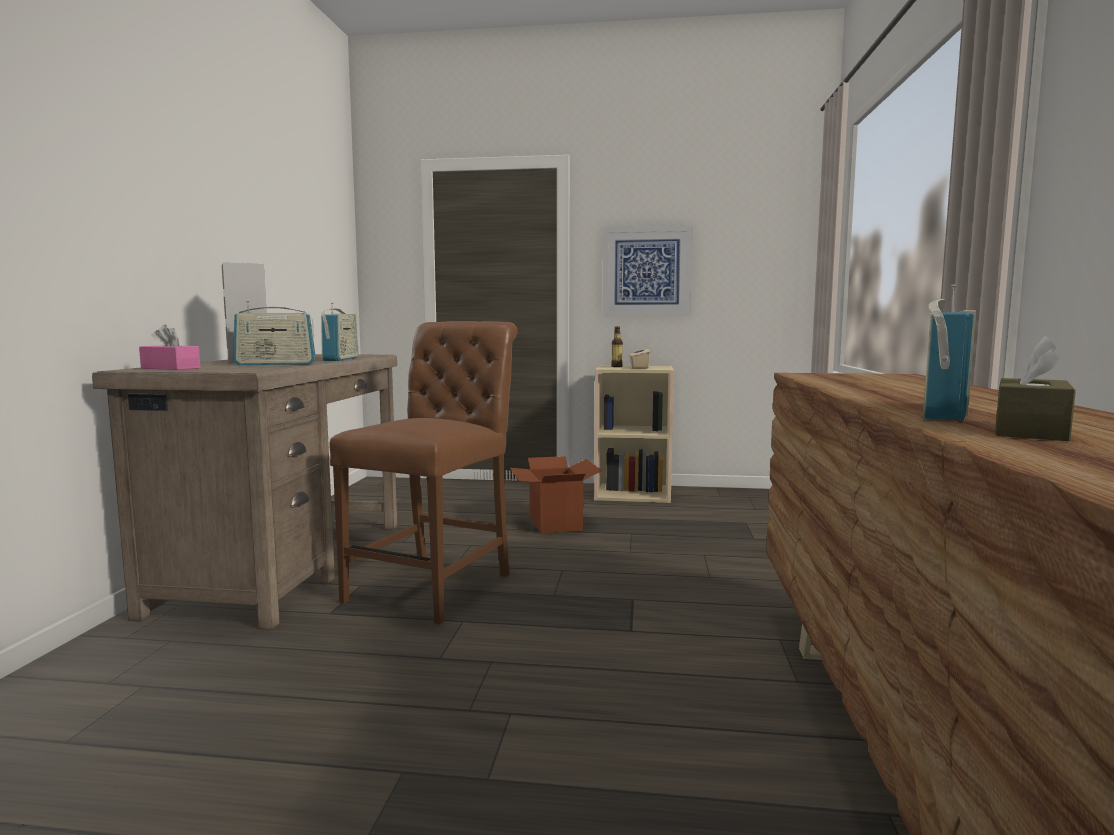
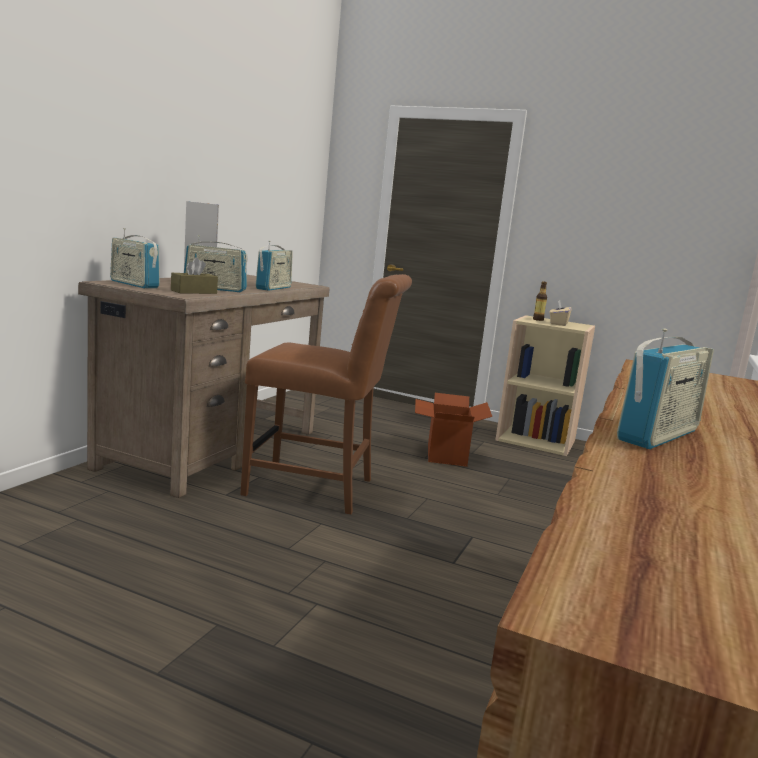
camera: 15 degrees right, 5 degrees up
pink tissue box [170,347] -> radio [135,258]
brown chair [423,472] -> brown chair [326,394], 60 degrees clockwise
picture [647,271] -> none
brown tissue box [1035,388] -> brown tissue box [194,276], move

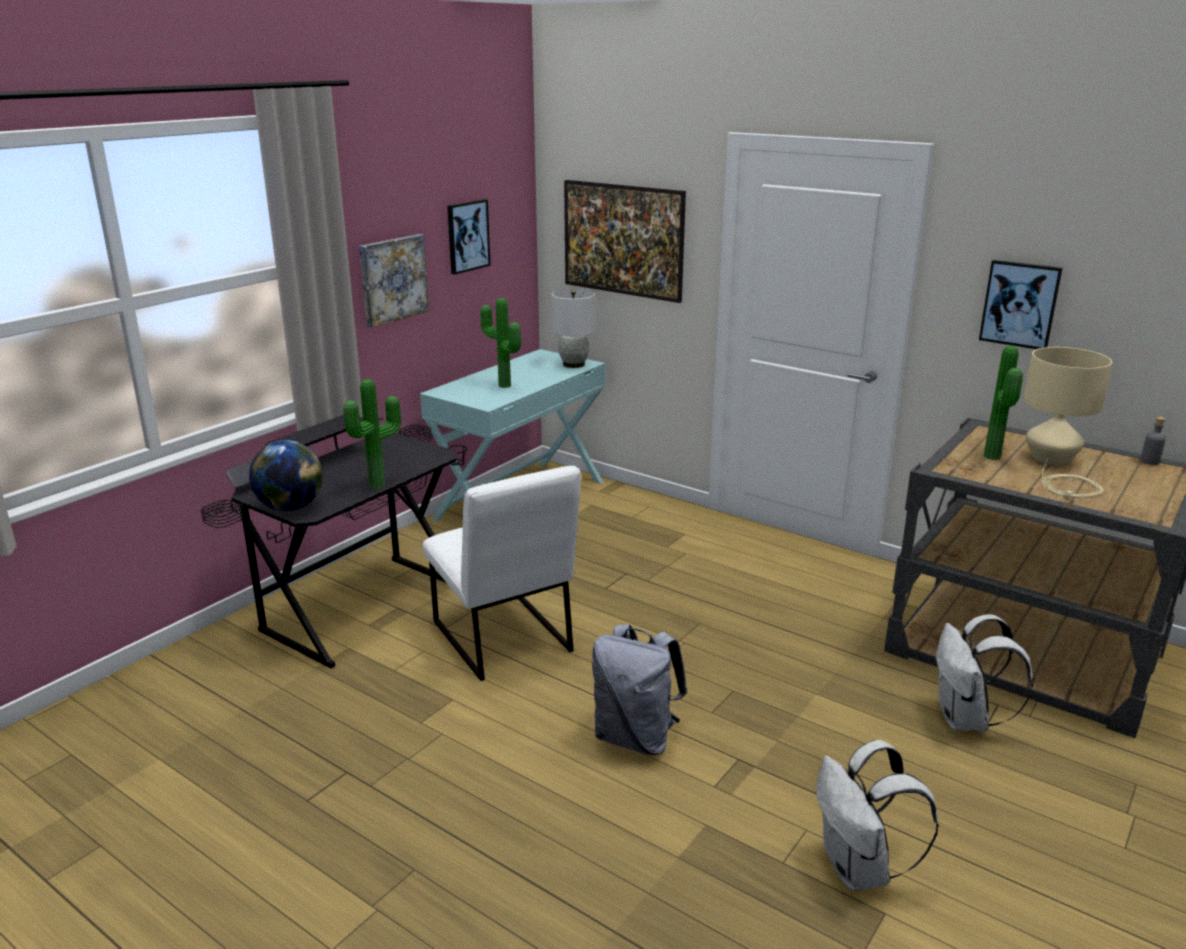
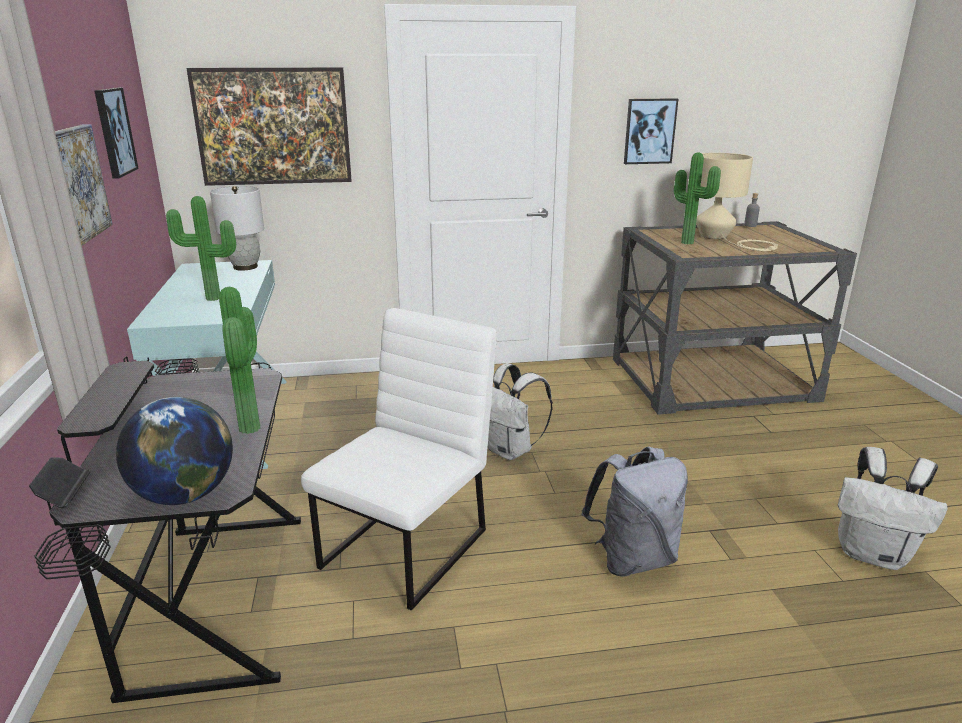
camera: 45 degrees left, 0 degrees up
white chair [502,573] -> white chair [399,459], 75 degrees counterclockwise
white backpack [984,672] -> white backpack [520,411], move

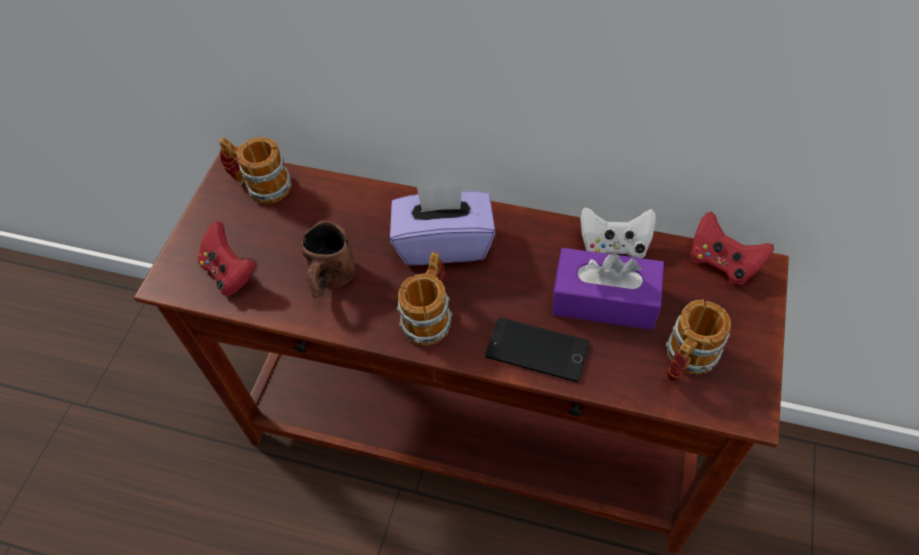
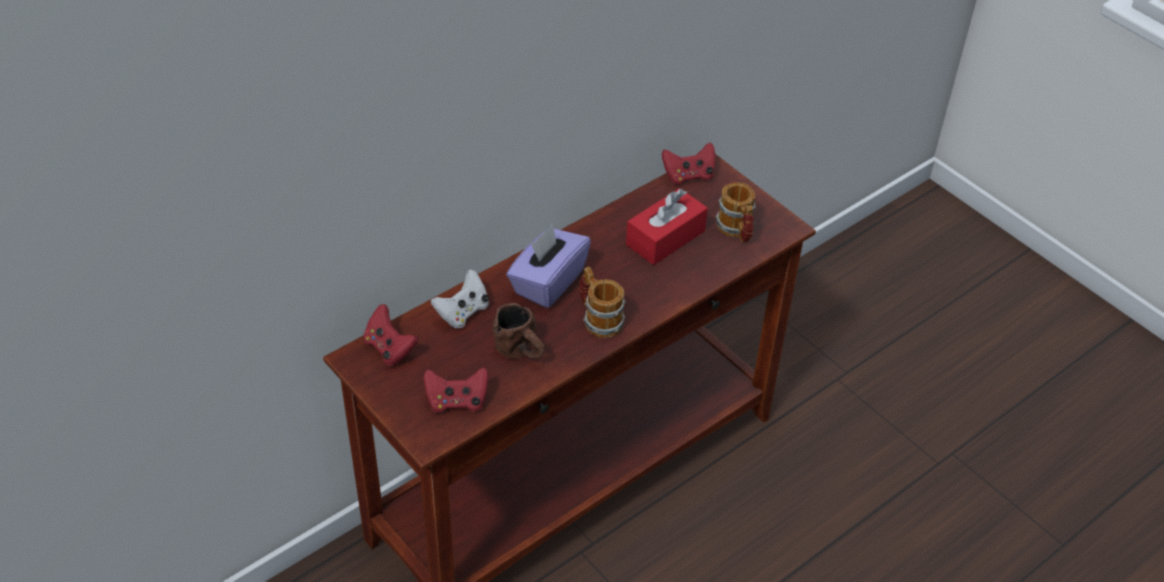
camera: 60 degrees left, 10 degrees down
mug [255,170] -> red game controller [391,335]
phone [537,350] -> none
purple tissue box [608,289] -> red tissue box [667,226]
white game controller [618,232] -> white game controller [460,299], move

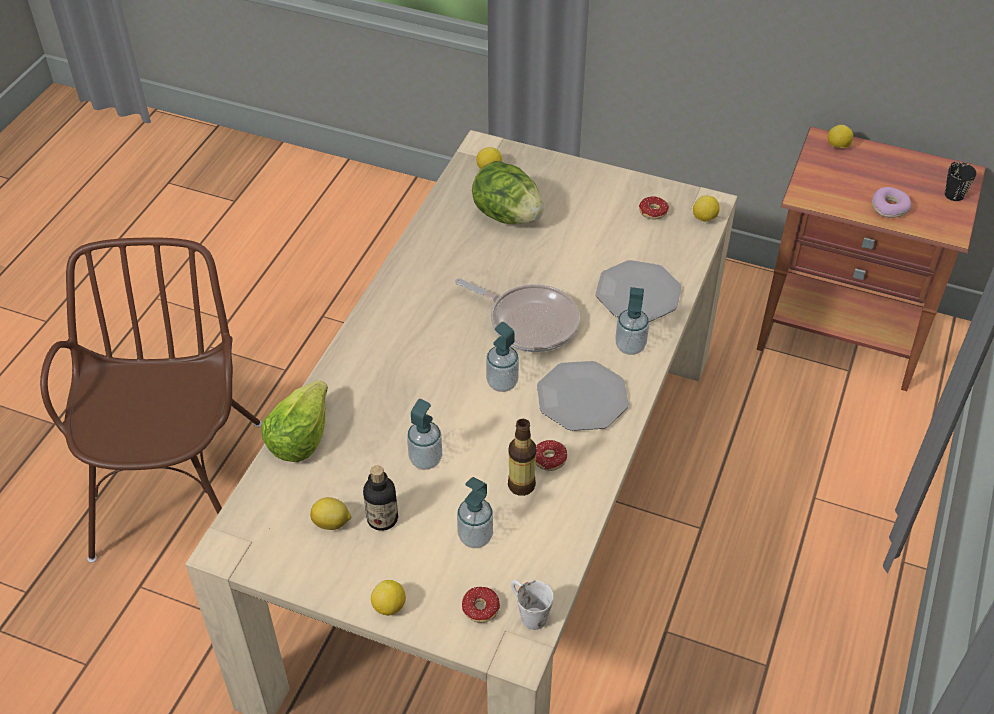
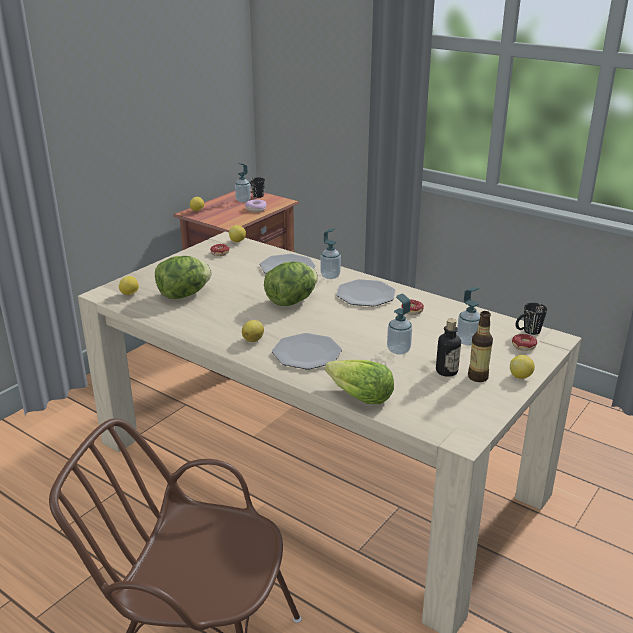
camera: 75 degrees left, 20 degrees down
lemon [330,513] -> lemon [253,331], move
frying pan [517,315] -> lettuce [291,283]
soap dispenser [502,357] -> soap dispenser [243,182], move
bottle [522,457] -> bottle [480,346], move
white mug [532,605] -> black mug [531,319]
none -> plate [307,351]

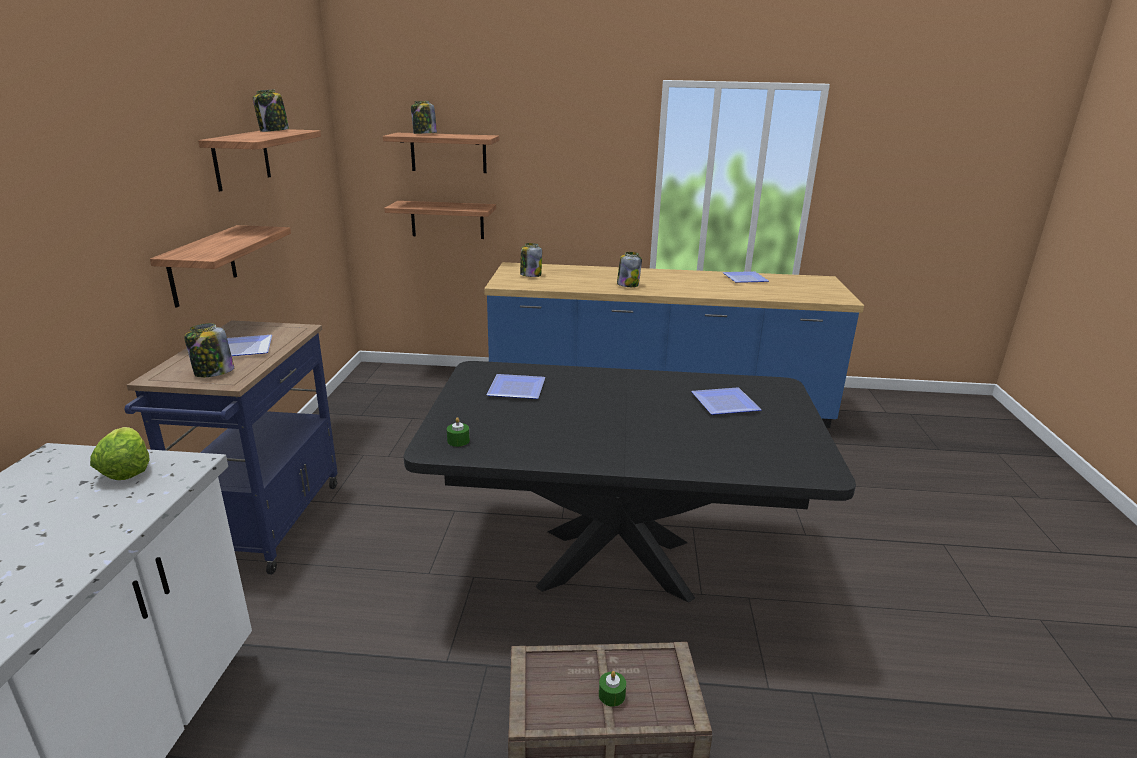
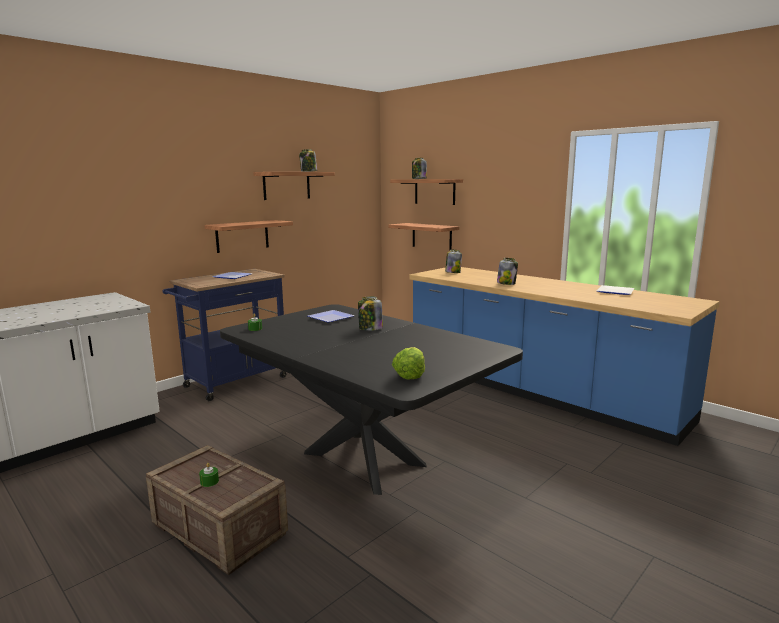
camera: 40 degrees right, 10 degrees down
lettuce [119,453] -> lettuce [408,363], move
jar [209,350] -> jar [370,313], move
plate [726,401] -> none

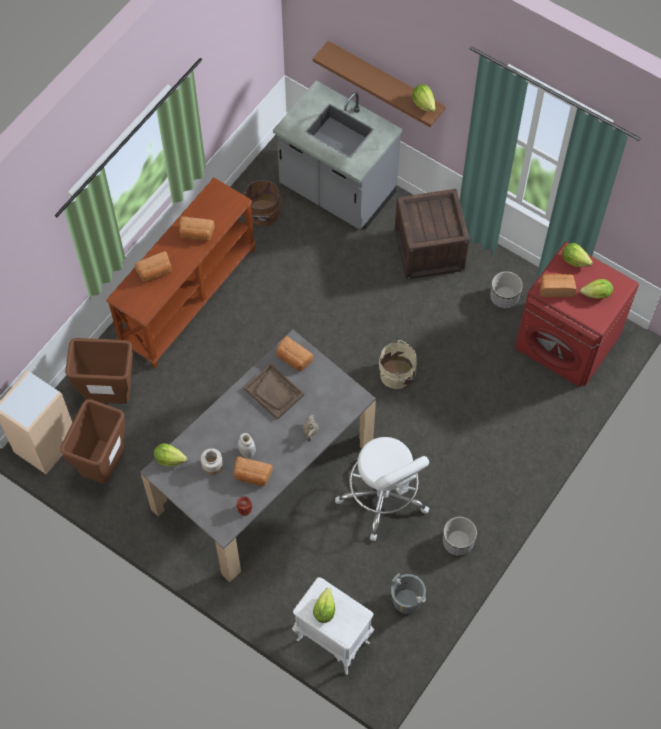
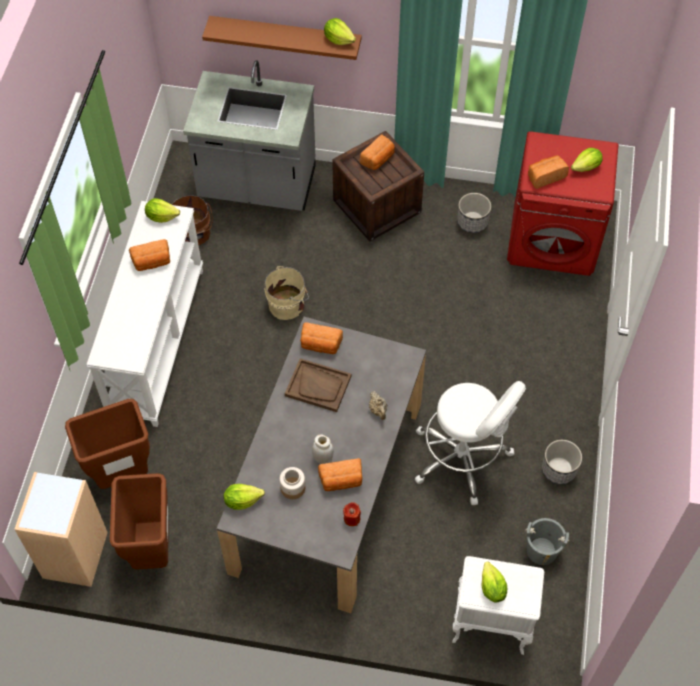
camera: 25 degrees left, 5 degrees down
brown console table [181,273] -> white console table [144,314]
bread [153,266] -> bread [377,152], move
beige bucket [398,364] -> beige bucket [286,293], move
lettuce [577,255] -> lettuce [162,210], move

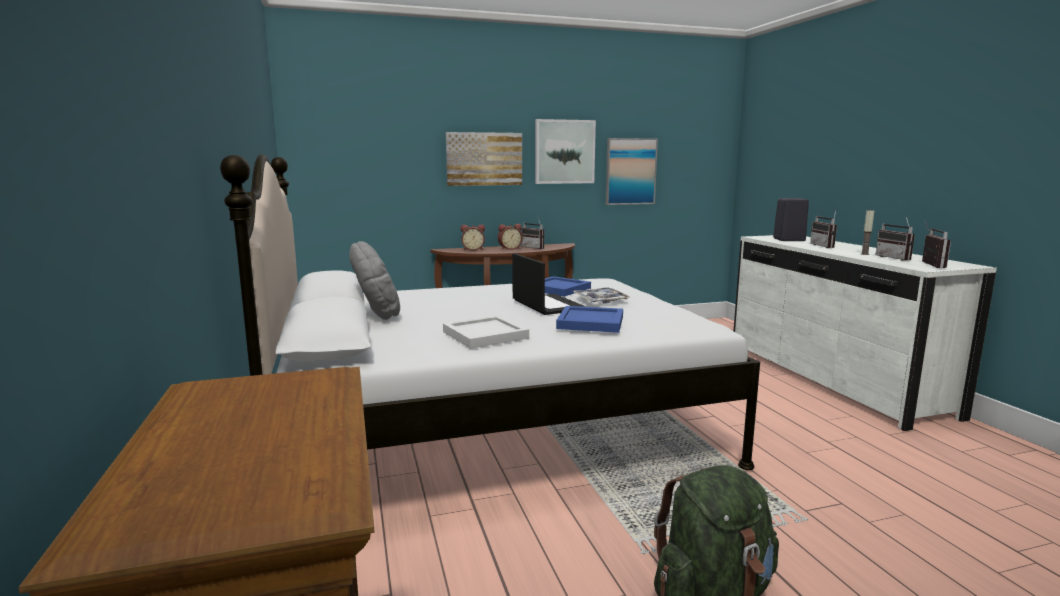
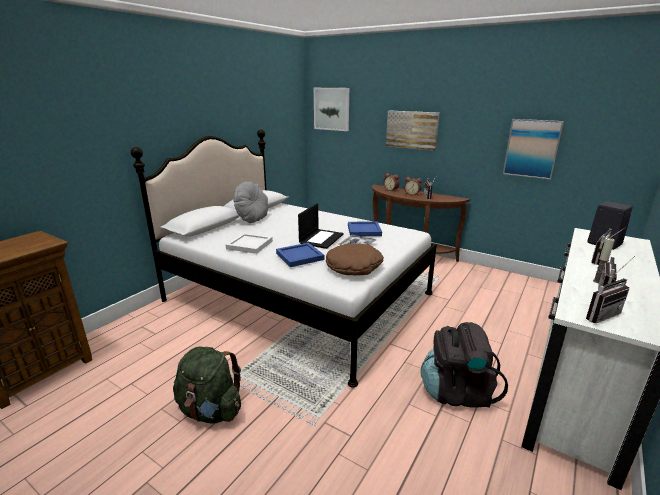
camera: 50 degrees right, 10 degrees up
picture [565,151] -> picture [331,109], move
none -> brown pillow [355,259]
none -> black backpack [464,365]

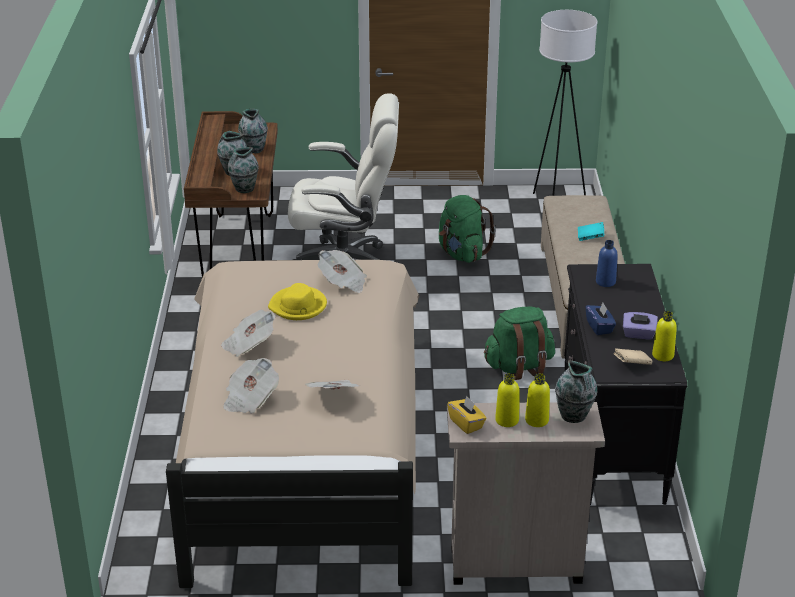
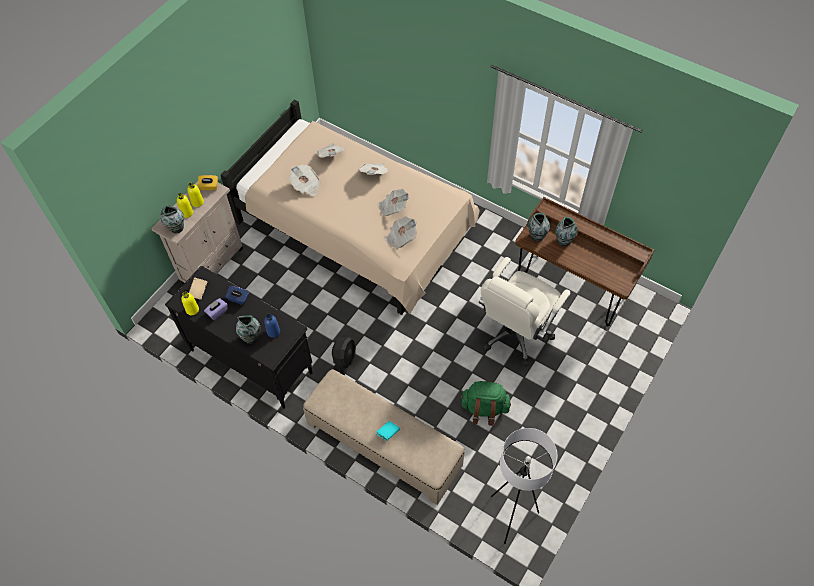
camera: 125 degrees right, 25 degrees up
vase [253,131] -> vase [248,329], move
yellow hat [297,301] -> newspaper [393,203]
green backpack [519,343] -> black fan [344,356]

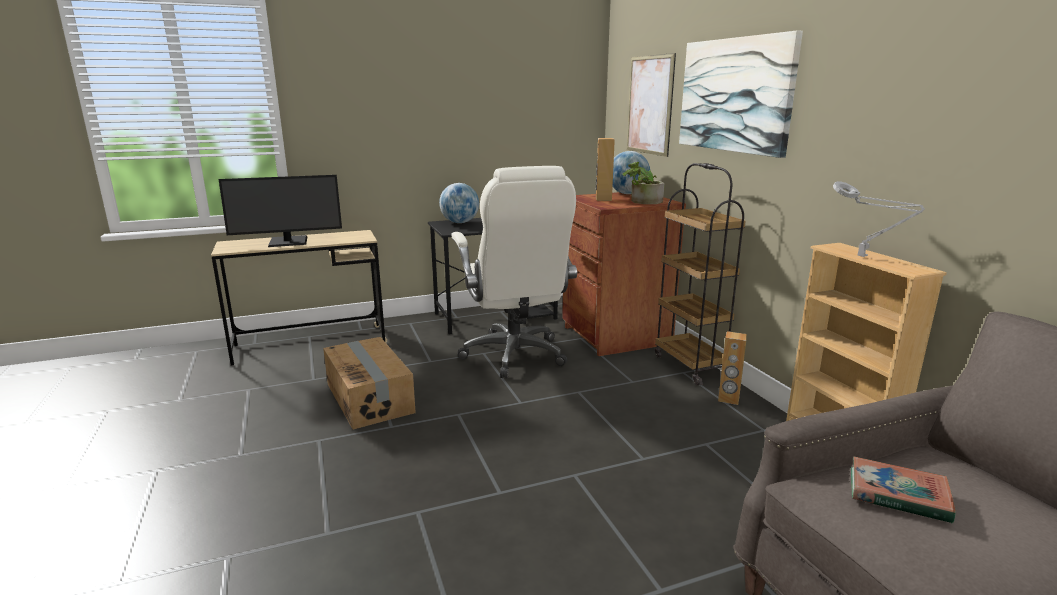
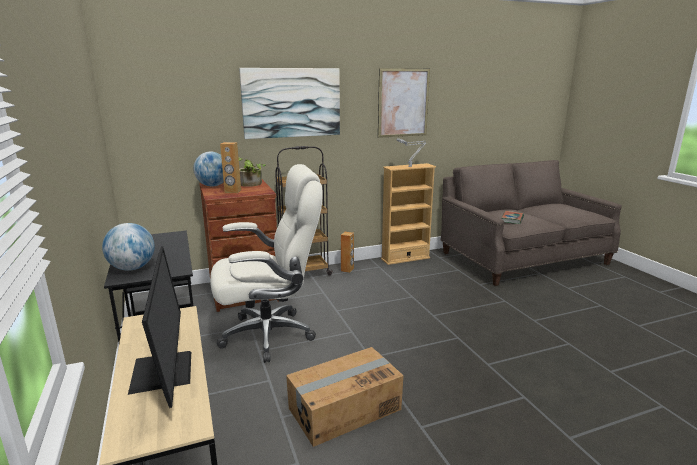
camera: 90 degrees left, 0 degrees up
picture [651,105] -> picture [404,103], move

